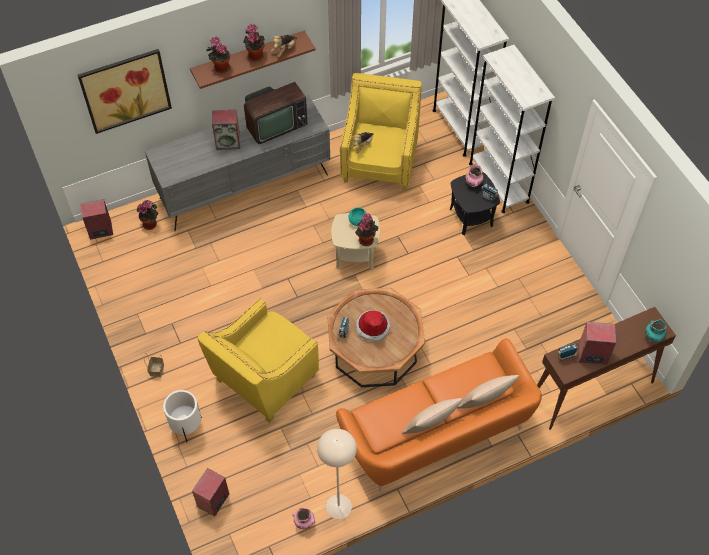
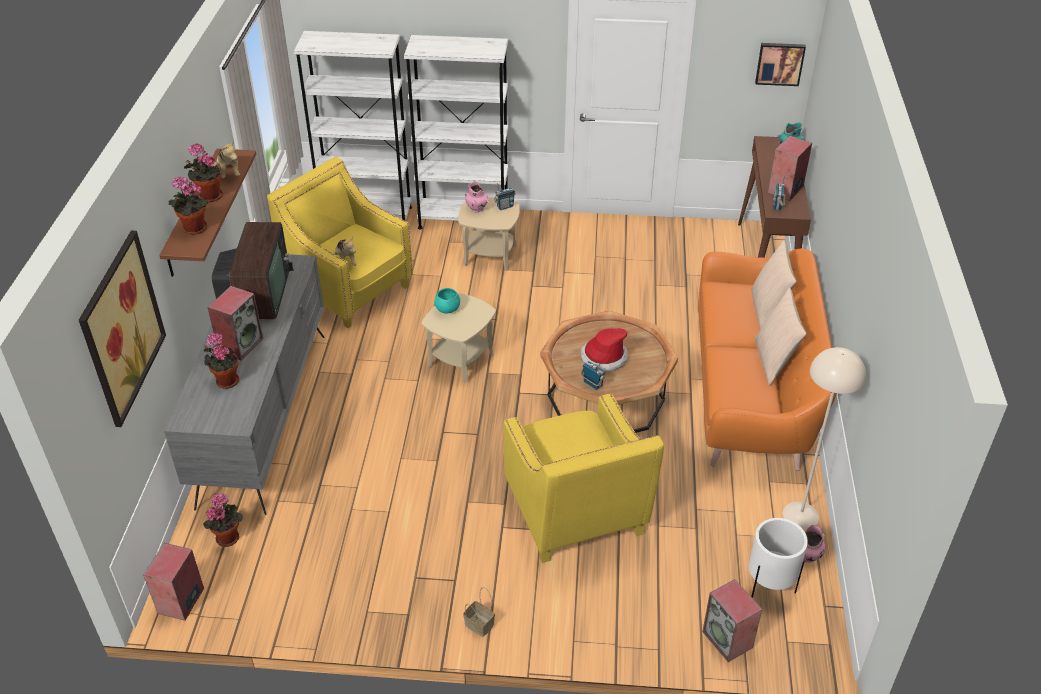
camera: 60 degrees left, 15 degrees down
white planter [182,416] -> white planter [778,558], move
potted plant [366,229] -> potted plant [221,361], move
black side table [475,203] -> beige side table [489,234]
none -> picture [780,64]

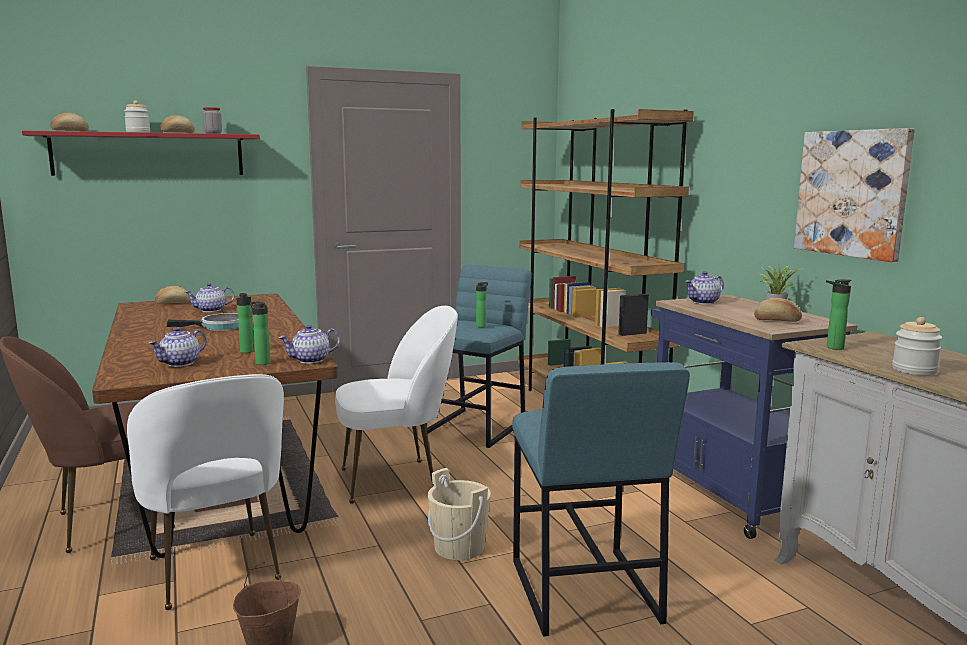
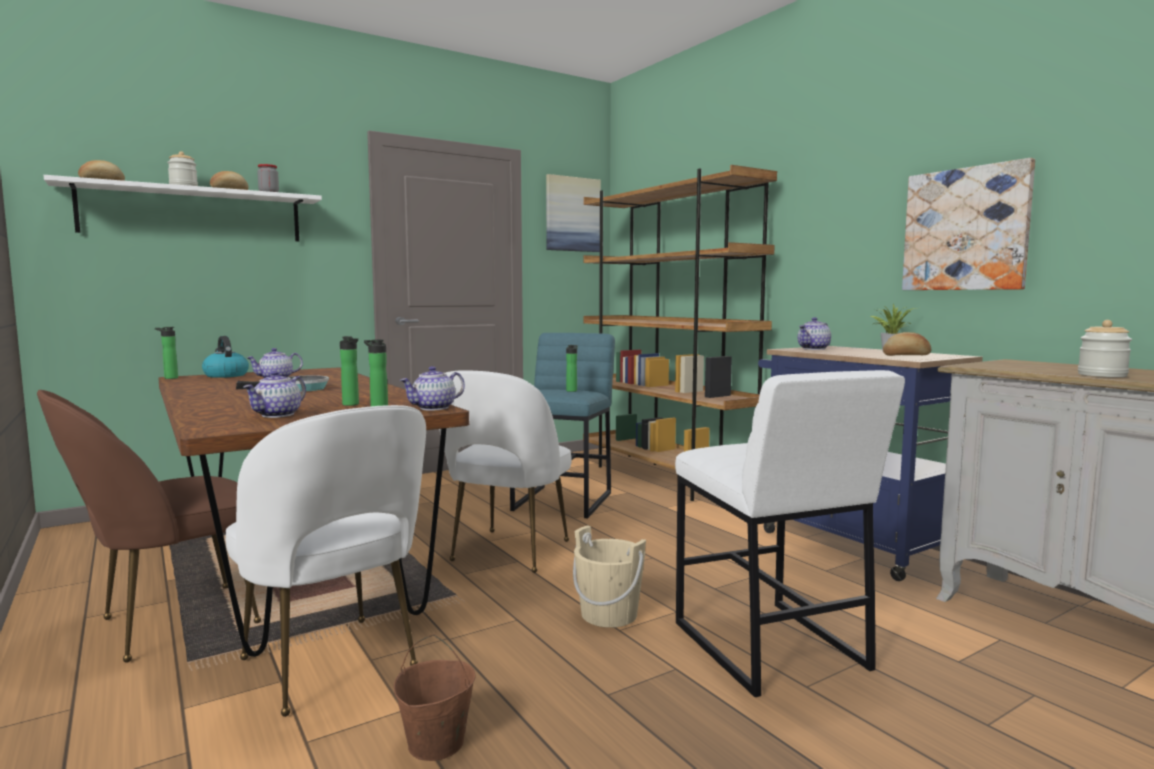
camera: 10 degrees left, 5 degrees down
red shelf [141,153] -> white shelf [183,208]
bread [172,295] -> kettle [225,357]
white chair [396,405] -> white chair [505,471], 135 degrees clockwise
blue stool [601,499] -> white stool [790,533]
bottle [839,314] -> bottle [166,353], move
none -> picture [573,213]

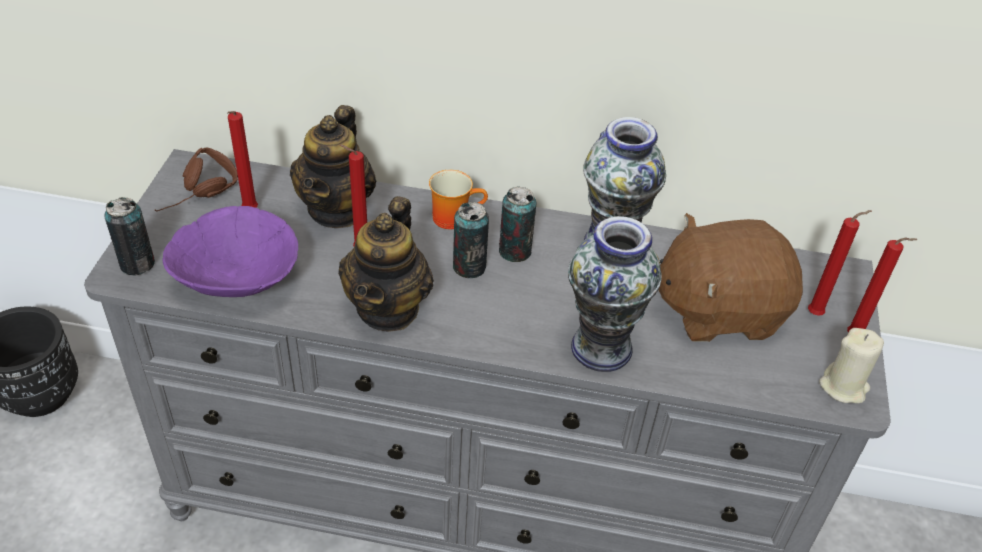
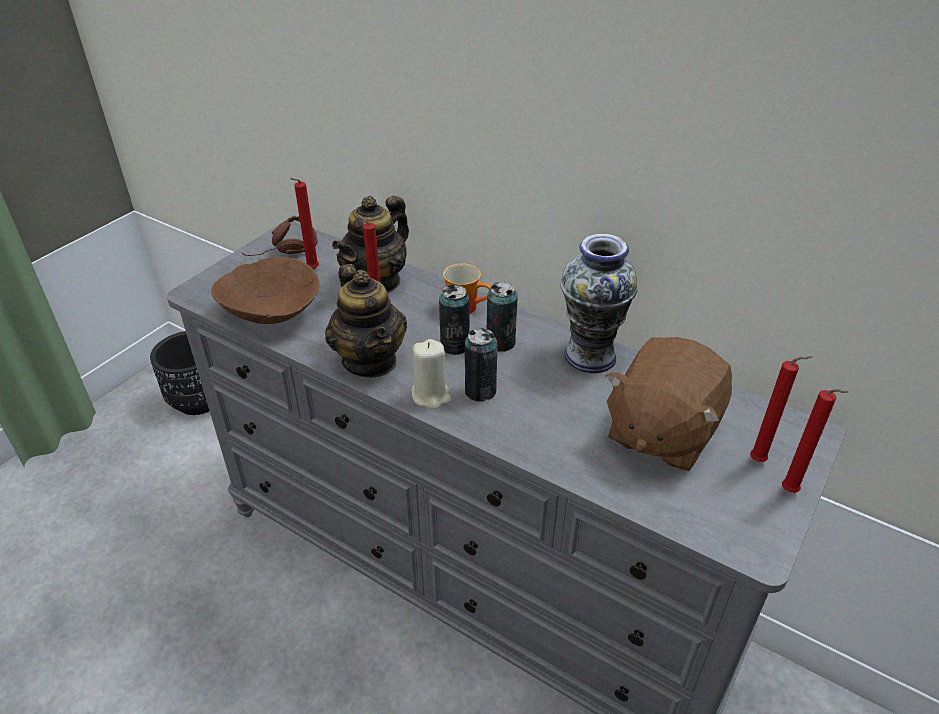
camera: 25 degrees right, 5 degrees down
can [129,236] -> can [481,365], move
purple bowl [230,251] -> brown bowl [265,290]
teapot [386,264] -> teapot [366,321], 60 degrees counterclockwise
vase [615,294] -> none
brown plush toy [730,277] -> brown plush toy [668,404], 75 degrees counterclockwise
beige candle [851,365] -> beige candle [432,374], move

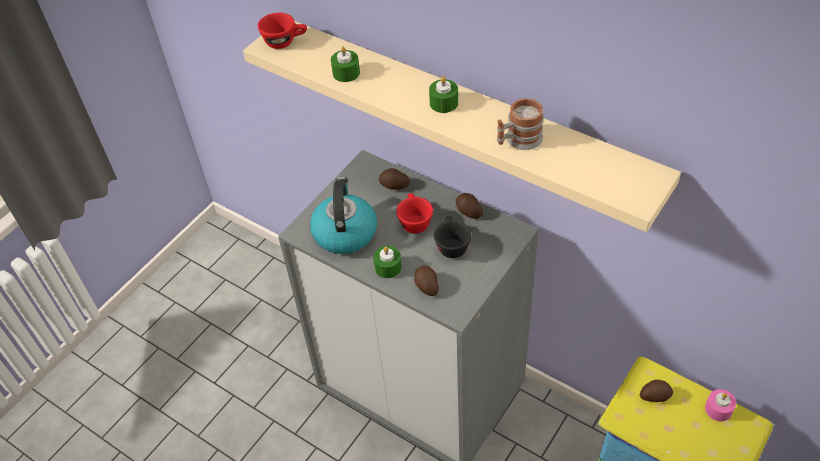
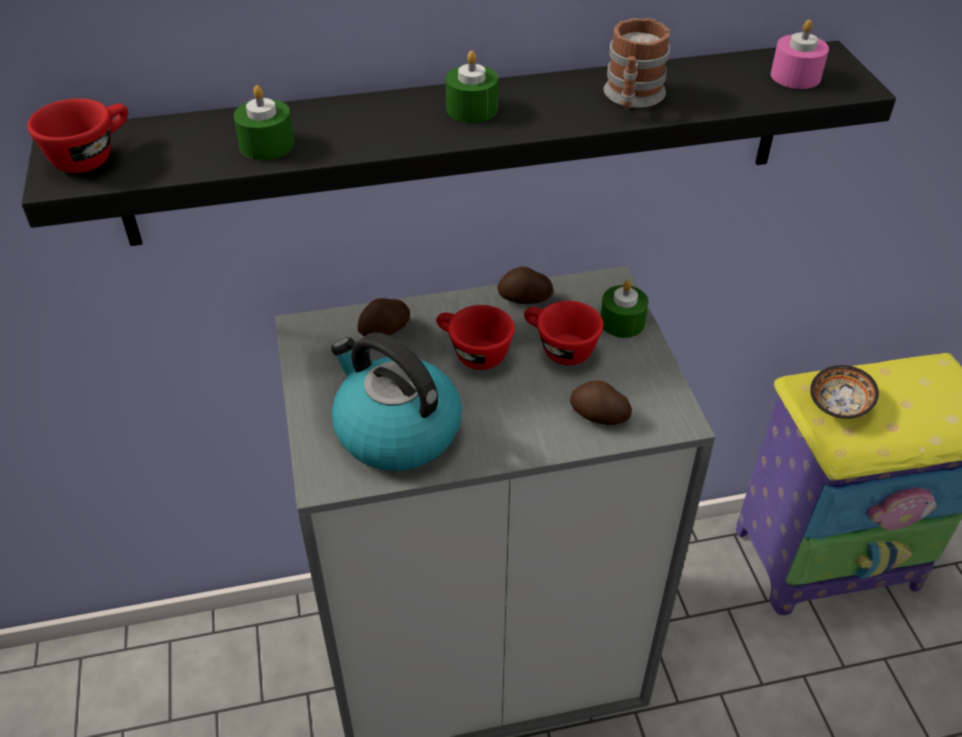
camera: 50 degrees left, 5 degrees down
beige shelf [462,126] -> black shelf [458,143]
green candle [387,262] -> green candle [624,309], move
black cup [453,237] -> red cup [563,333]
potato [656,391] -> bowl [844,392]
pink candle [720,405] -> pink candle [800,54], move

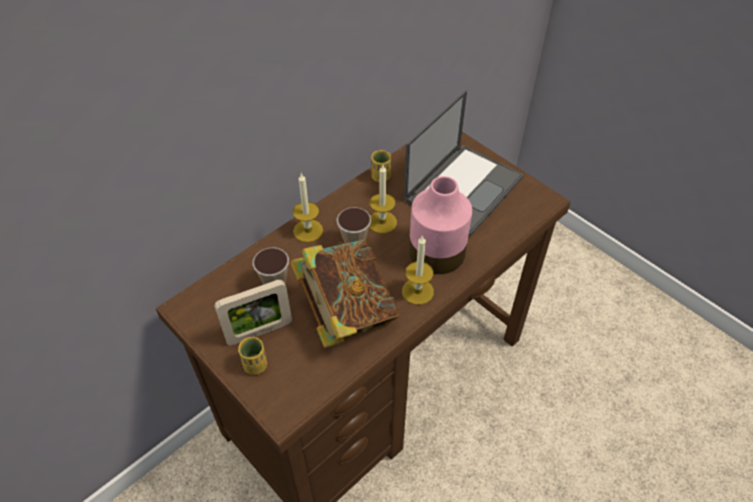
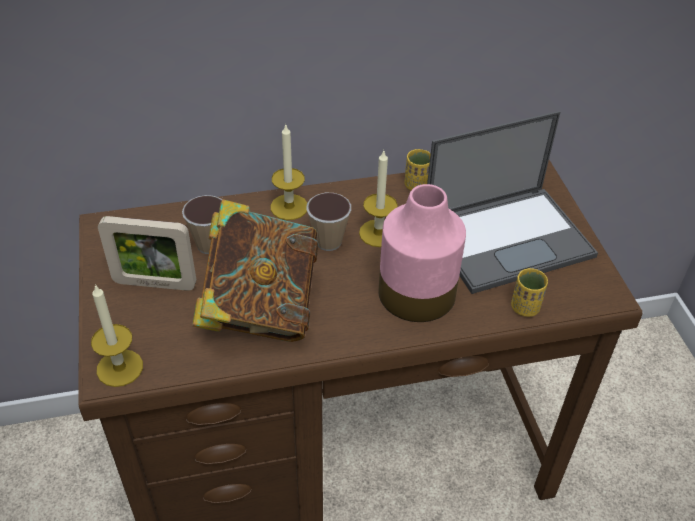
camera: 30 degrees right, 5 degrees down
yellow cup [252,356] -> yellow cup [529,292], move
candle [418,270] -> candle [117,335], move

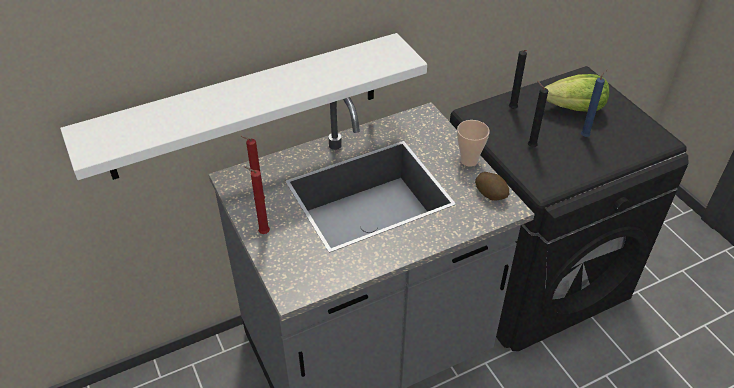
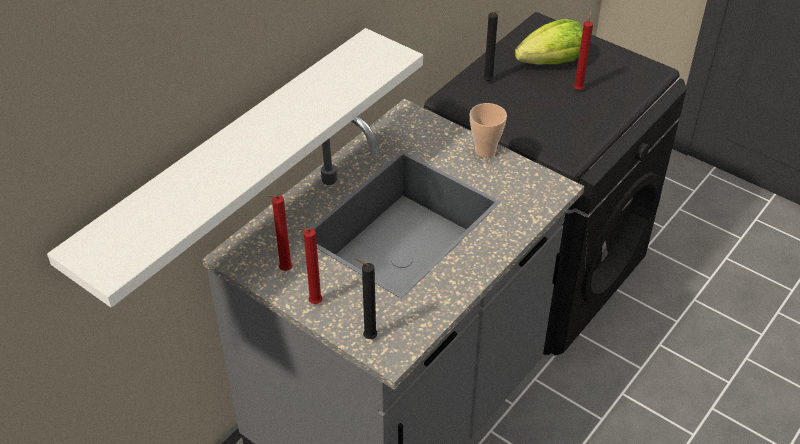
camera: 25 degrees left, 0 degrees up
potato [492,186] -> none
black candle [538,114] -> black candle [366,298], move
blue candle [594,103] -> red candle [583,50]

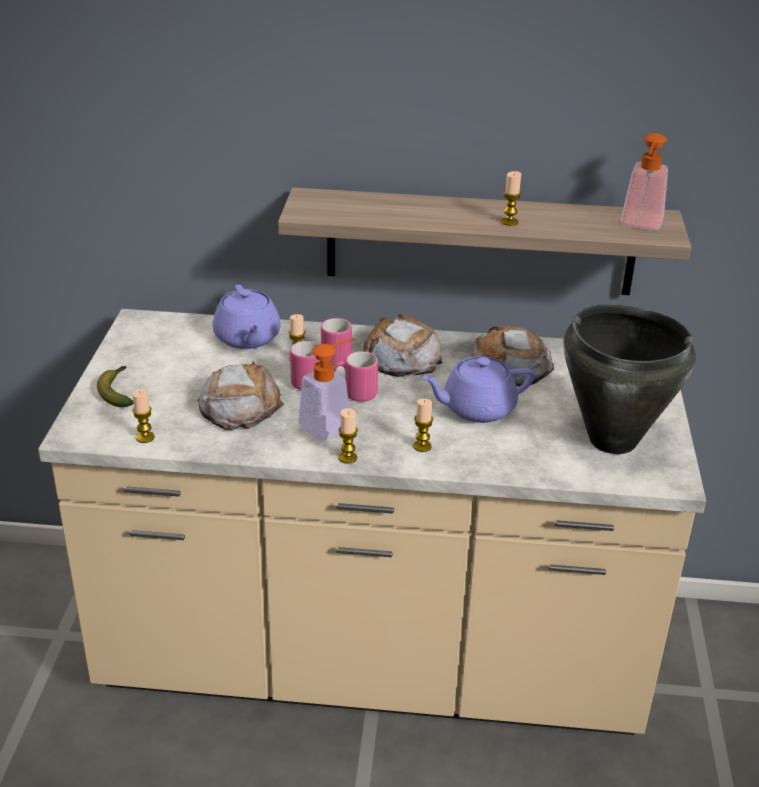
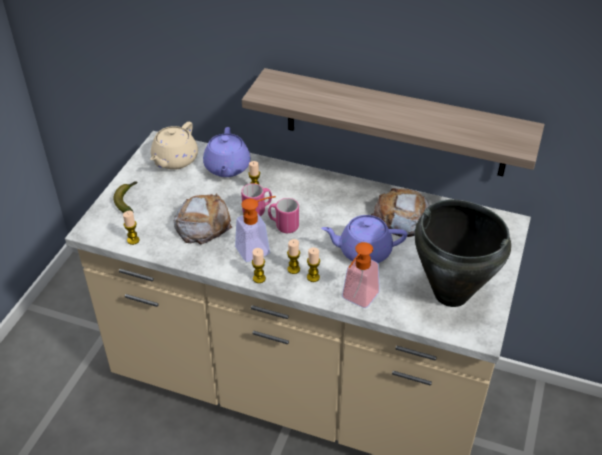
camera: 15 degrees right, 10 degrees up
pink mug [336,342] -> none
bread [403,345] -> none
candle [511,198] -> candle [293,256], move
soap dispenser [644,181] -> soap dispenser [361,275], move
none -> beige teapot [174,146]

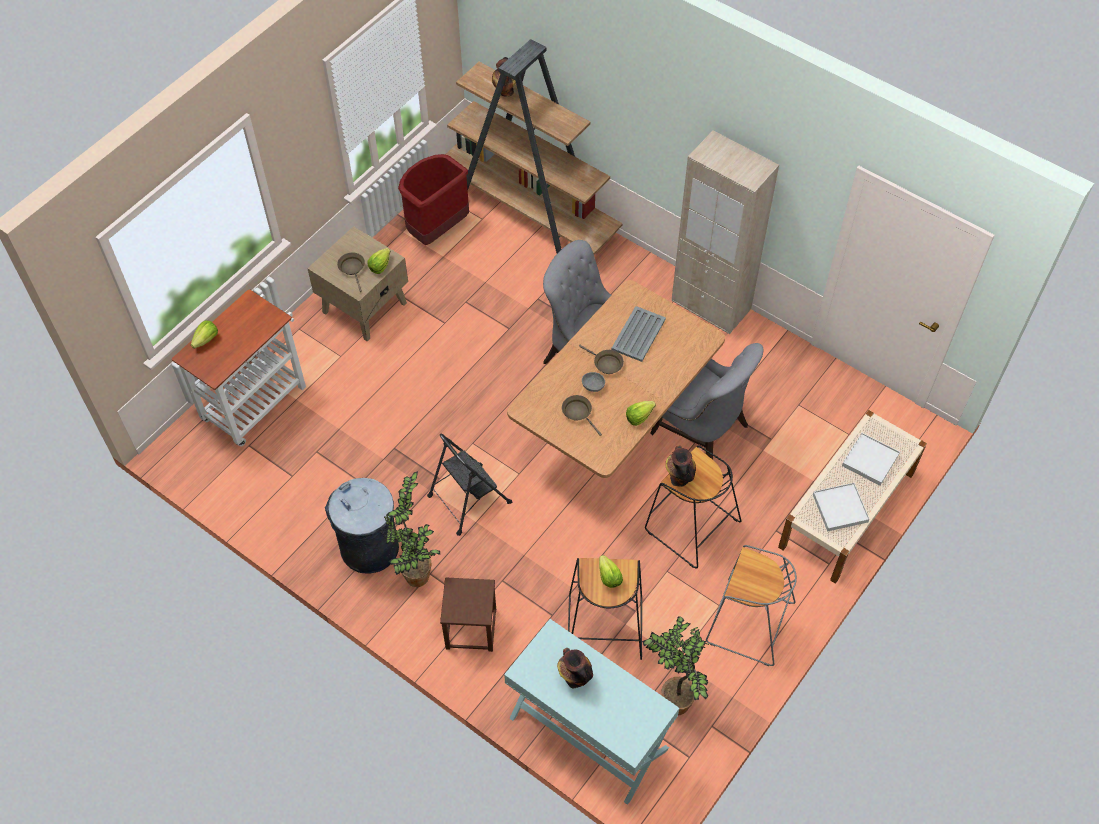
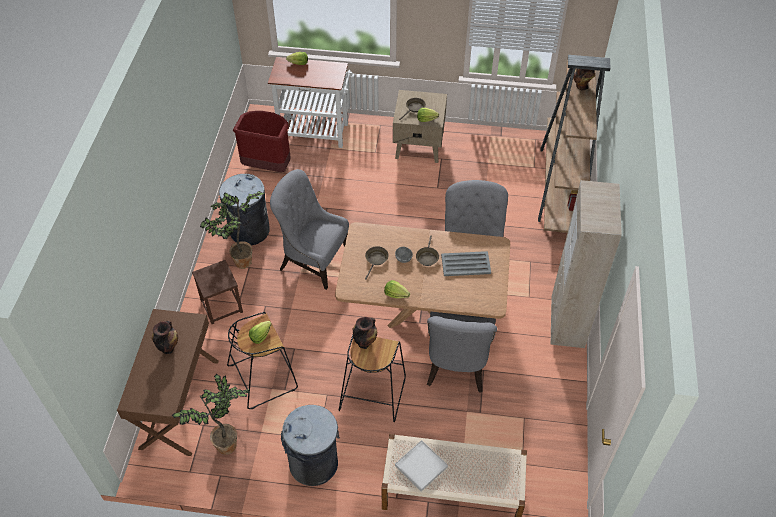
camera: 60 degrees right, 5 degrees down
red trash can [433,199] -> red trash can [262,141], move
black step ladder [469,485] -> grey chair [309,229]
turquoise desk [591,712] -> brown desk [168,382]
grey stool [751,605] -> grey trash can [310,445]
white tray [871,459] -> none

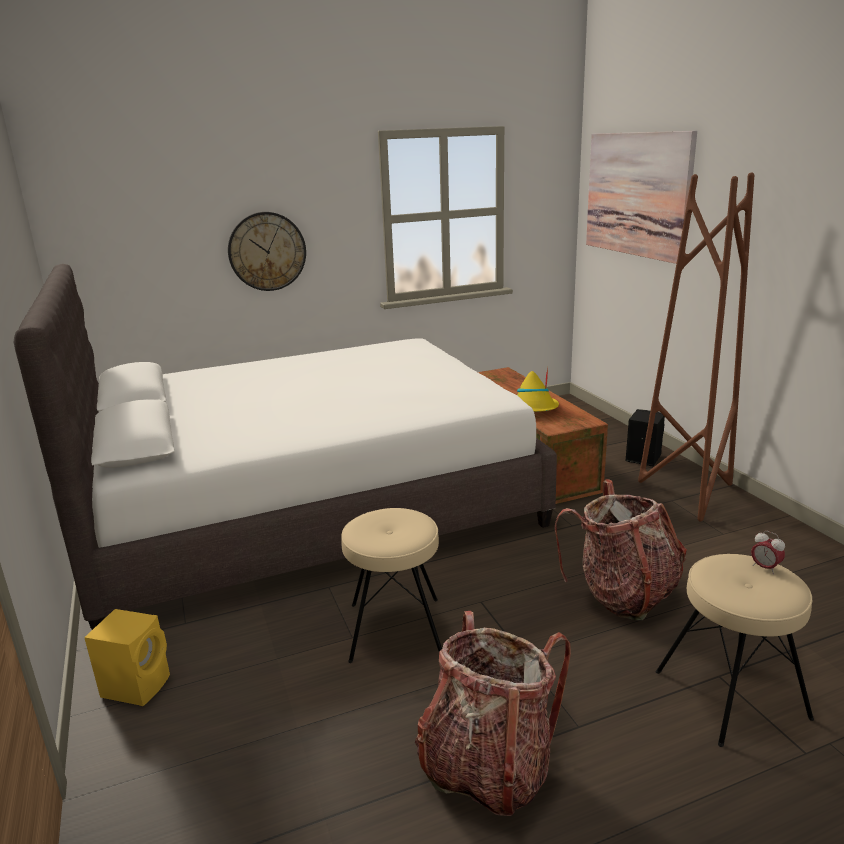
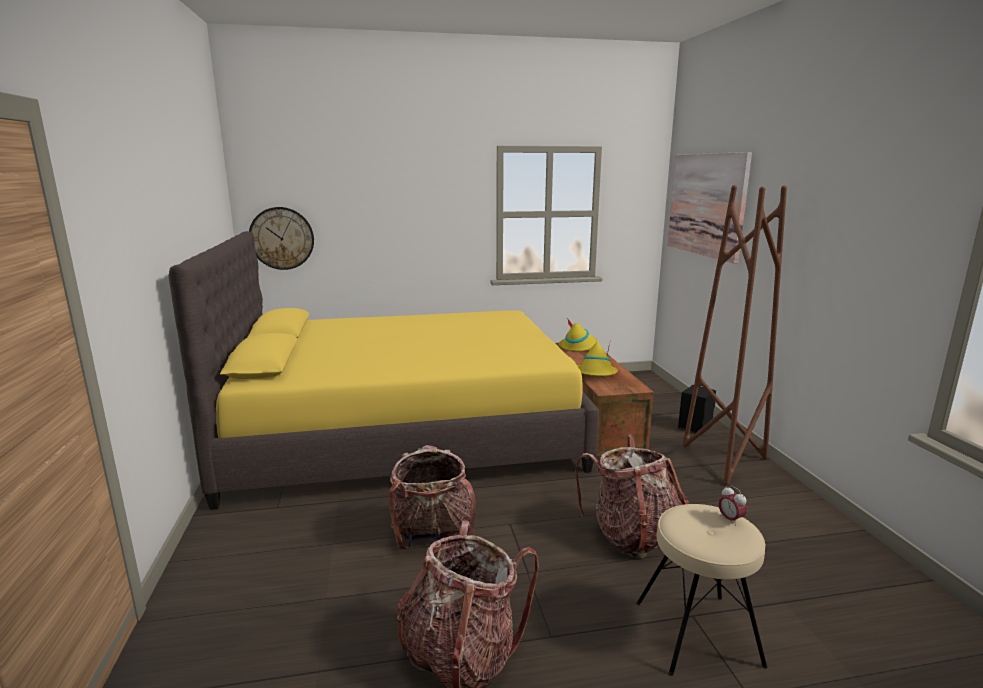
camera: 10 degrees right, 5 degrees down
white bed [285,447] -> yellow bed [383,370]
yellow speaker [127,657] -> none
wall clock [267,251] -> wall clock [281,238], move
beige stool [391,585] -> backpack [432,497]
none -> yellow hat [578,335]

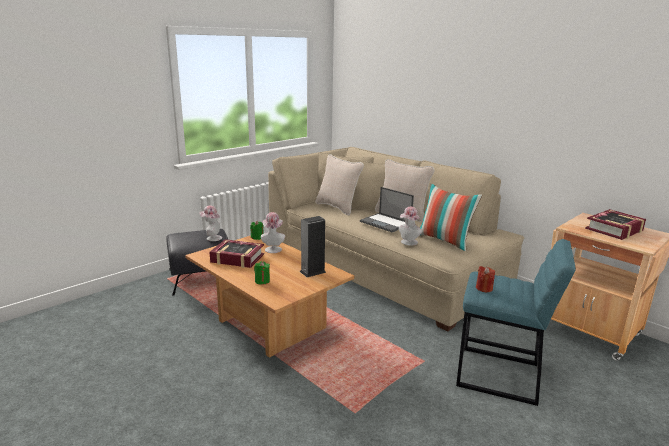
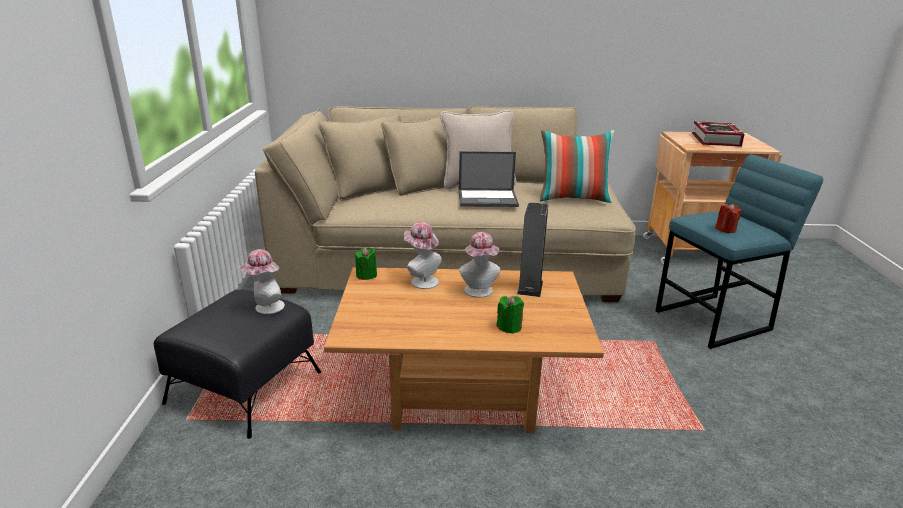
camera: 45 degrees left, 5 degrees up
book [237,253] -> none
beige pillow [339,184] -> none
hat [410,226] -> hat [479,265], move

